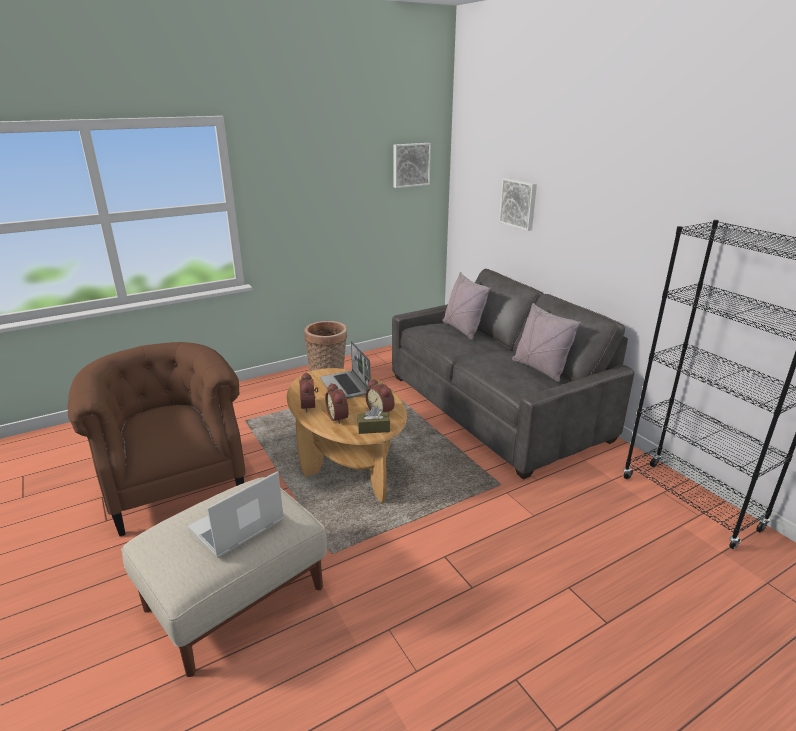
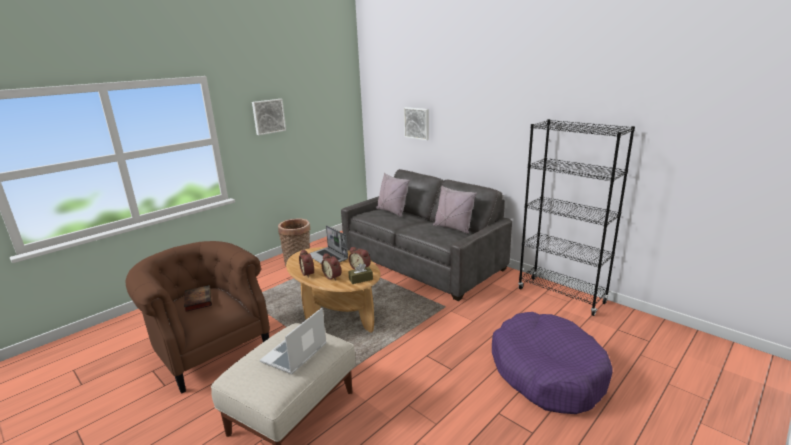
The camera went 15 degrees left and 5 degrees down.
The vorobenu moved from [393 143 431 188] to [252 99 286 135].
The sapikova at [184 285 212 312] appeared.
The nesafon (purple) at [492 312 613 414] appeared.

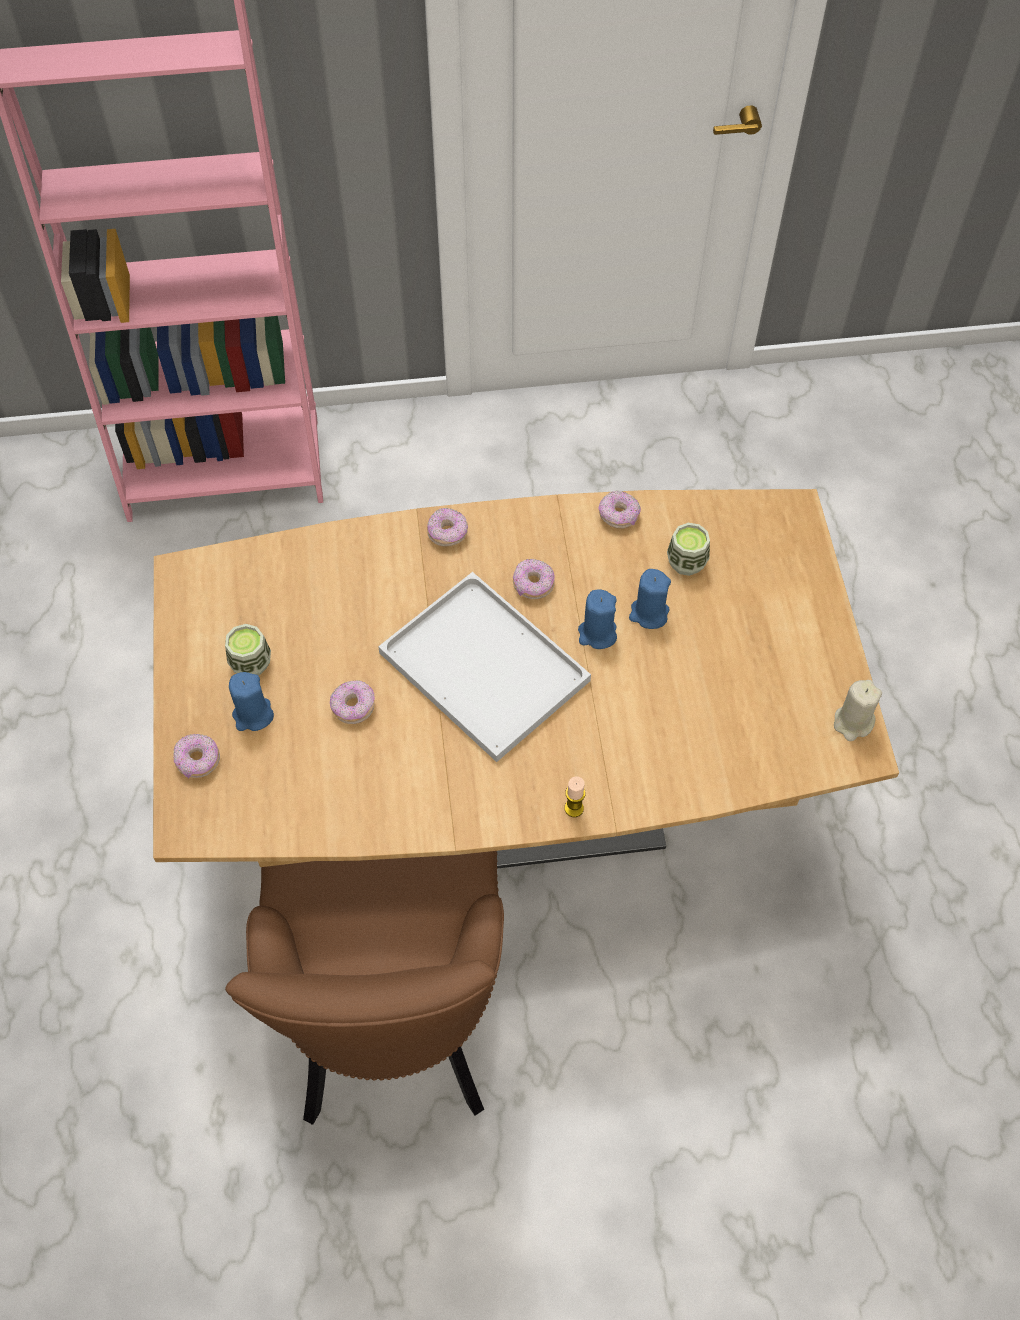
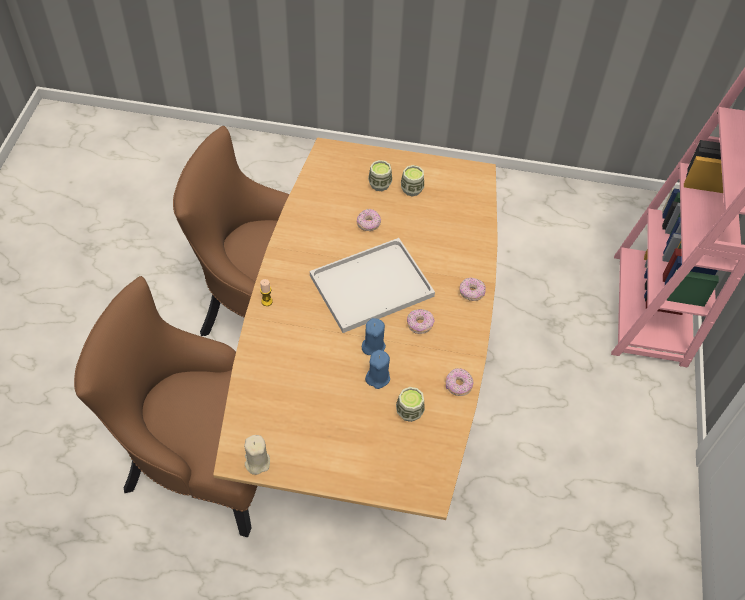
The camera went 105 degrees right and 5 degrees down.
The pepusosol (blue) at [229 672 274 731] was replaced by the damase at [368 160 392 191].
The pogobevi at [173 734 220 778] disappeared.
The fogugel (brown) at [74 276 257 537] appeared.

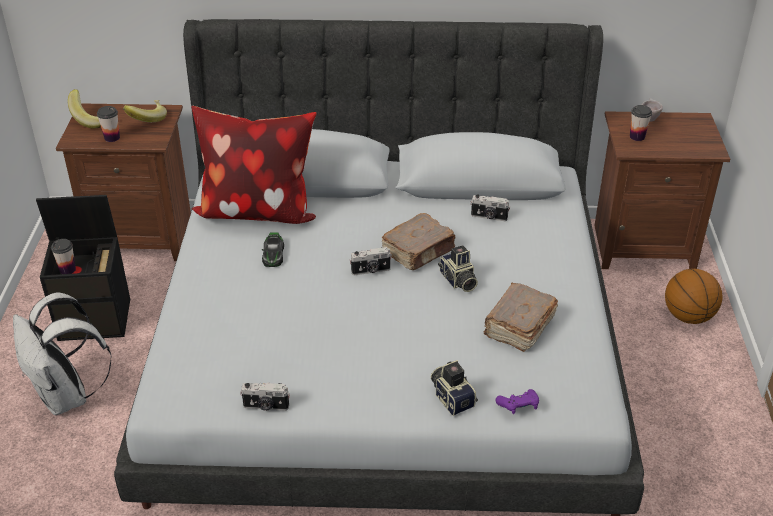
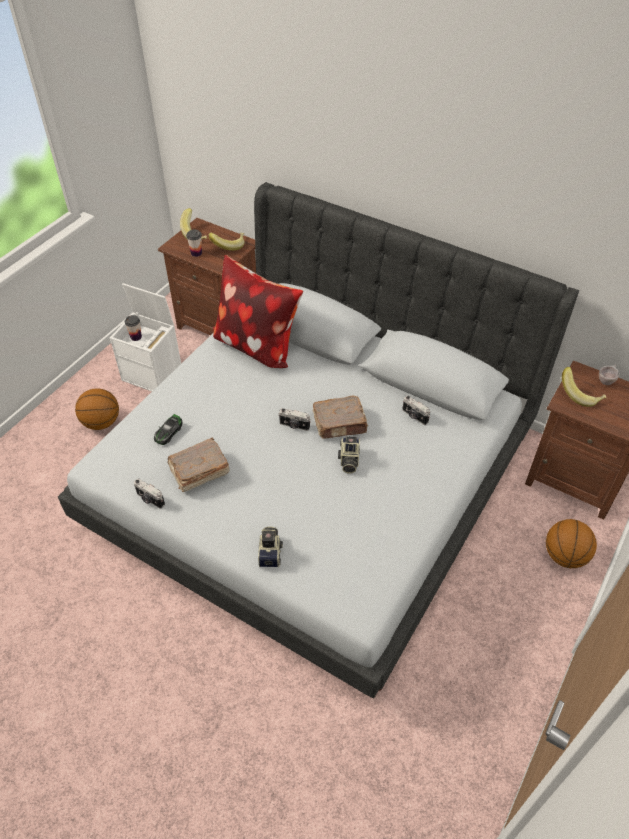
The camera went 30 degrees right and 10 degrees up.
The damase at [630 105 652 141] was replaced by the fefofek at [562 367 606 407].
The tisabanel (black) at [36 195 130 341] became the tisabanel (white) at [110 283 181 391].
The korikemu moved from [262 232 284 267] to [154 414 183 445].
The sapikova (brown) moved from [483 283 558 352] to [167 438 229 492].
The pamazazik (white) at [13 292 112 415] was replaced by the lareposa at [75 388 119 430].
The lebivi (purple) at [496 389 539 414] disappeared.

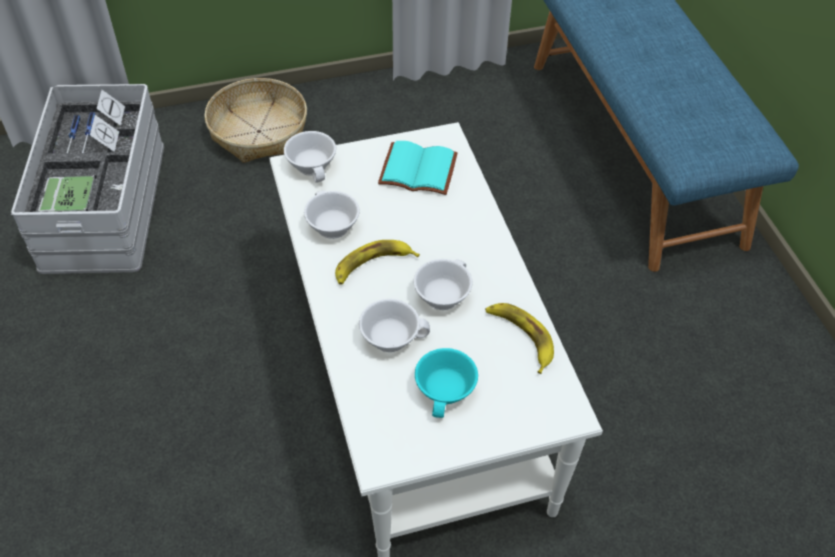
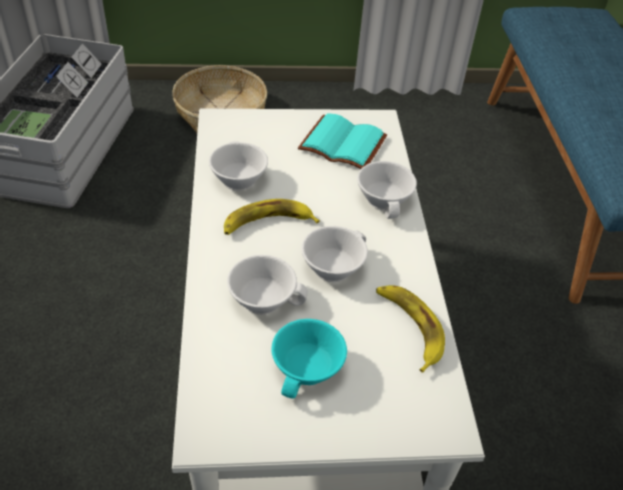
The camera went 10 degrees right and 5 degrees down.
The damase (white) moved from [284 131 336 183] to [357 161 417 219].

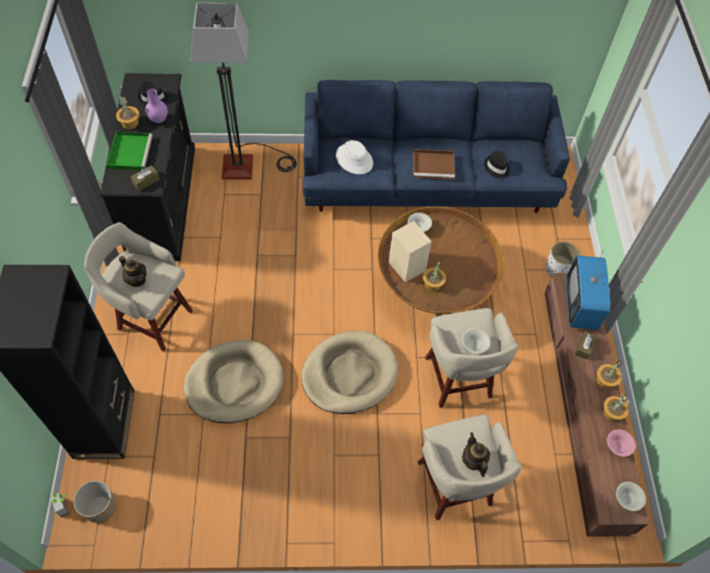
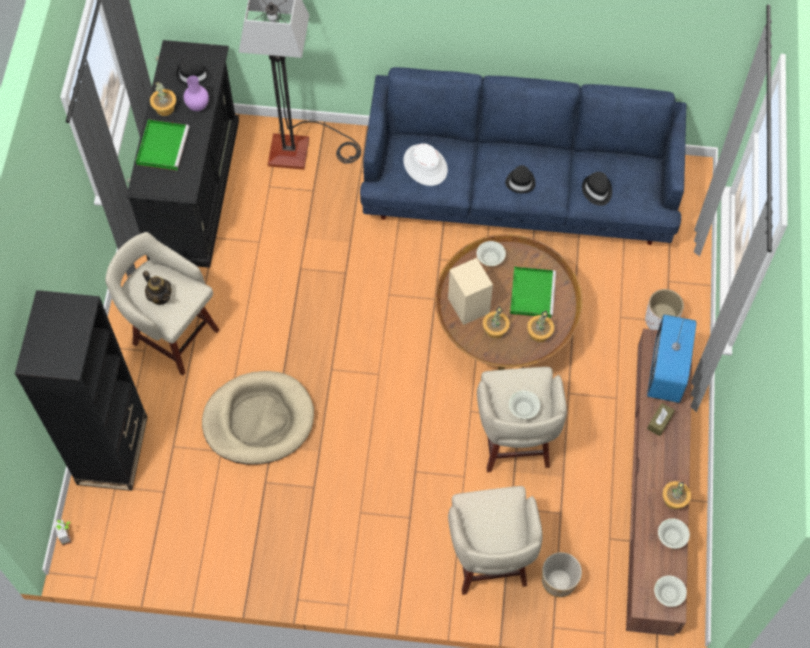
The camera went 10 degrees right and 5 degrees up.
The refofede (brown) at [413 149 455 180] was replaced by the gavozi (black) at [505 165 536 193].
The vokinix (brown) at [130 165 160 191] disappeared.
The nesafon (beige) at [301 331 398 414] disappeared.
The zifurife moved from [597 360 622 389] to [527 310 554 342].
The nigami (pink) at [607 429 636 457] became the nigami (white) at [658 518 690 549].
The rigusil at [462 432 490 477] disappeared.
The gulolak moved from [74 481 116 523] to [542 552 582 597].
The refofede (green) at [510 266 556 318] appeared.

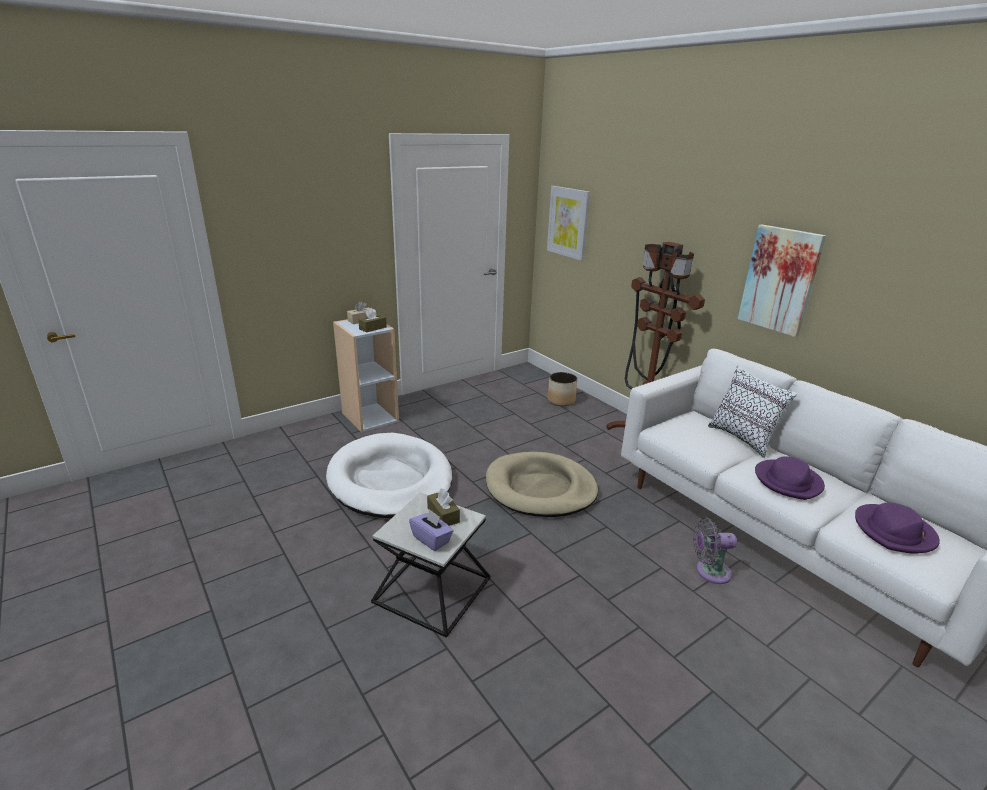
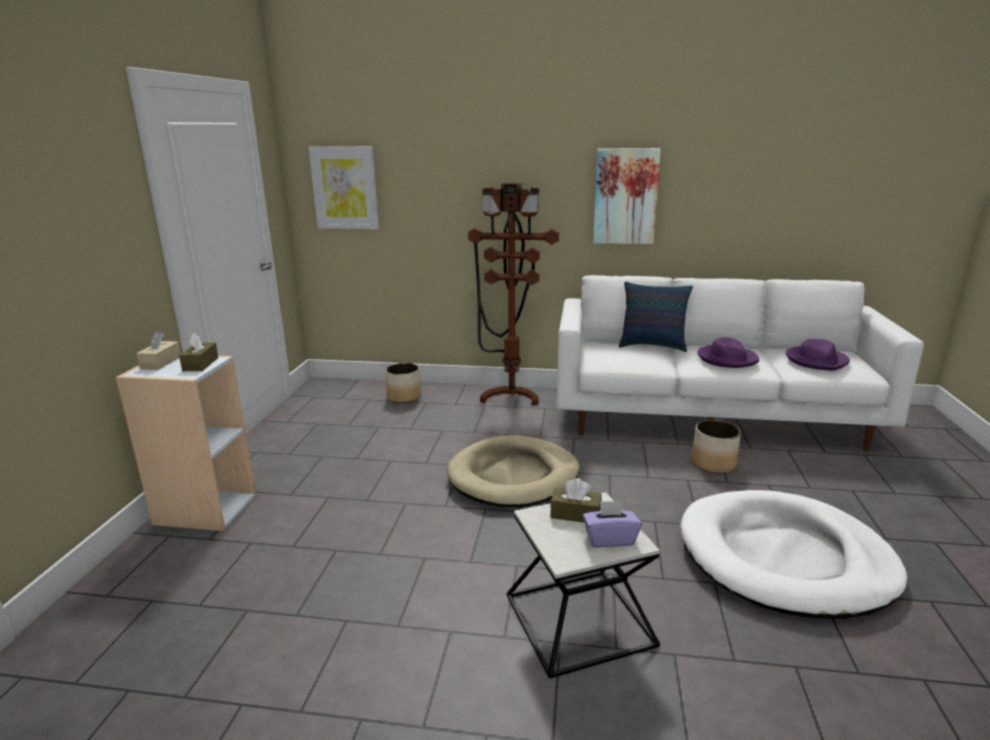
The camera went 45 degrees left and 5 degrees down.
The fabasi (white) at [708 366 797 458] became the fabasi (blue) at [619 281 693 352].
The nesafon (white) moved from [326 433 453 518] to [680 490 907 619].
The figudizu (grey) at [693 517 737 584] was replaced by the gulolak at [692 420 741 473].

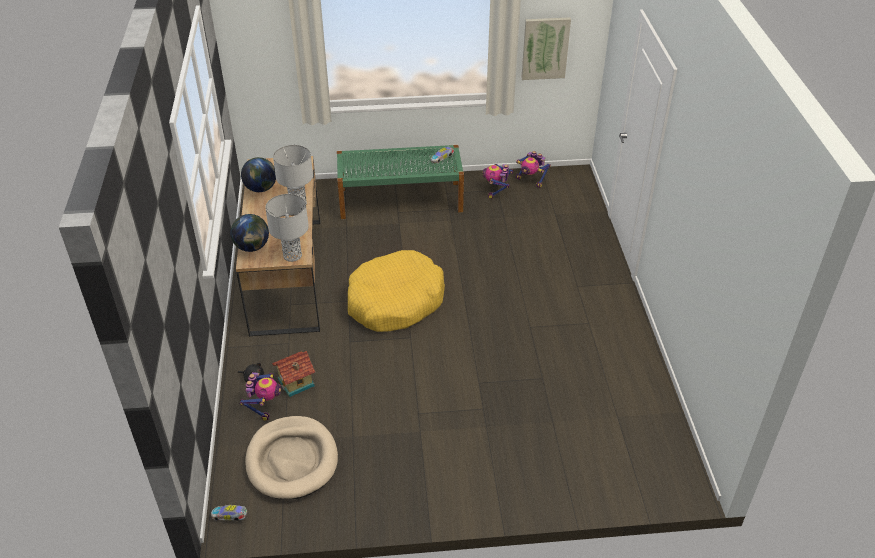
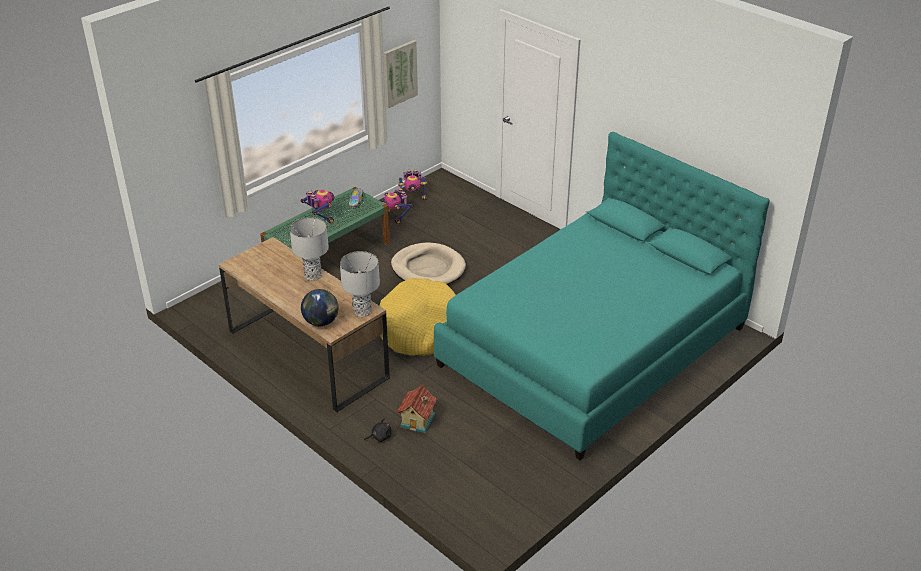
The camera went 40 degrees left and 5 degrees down.
The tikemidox at [241 157 276 192] disappeared.
The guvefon moved from [240 372 281 421] to [300 190 334 224].
The nesafon (beige) moved from [245 416 338 499] to [391 242 466 285].
The korikemu at [211 504 248 521] disappeared.
The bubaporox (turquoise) at [434 132 770 460] appeared.

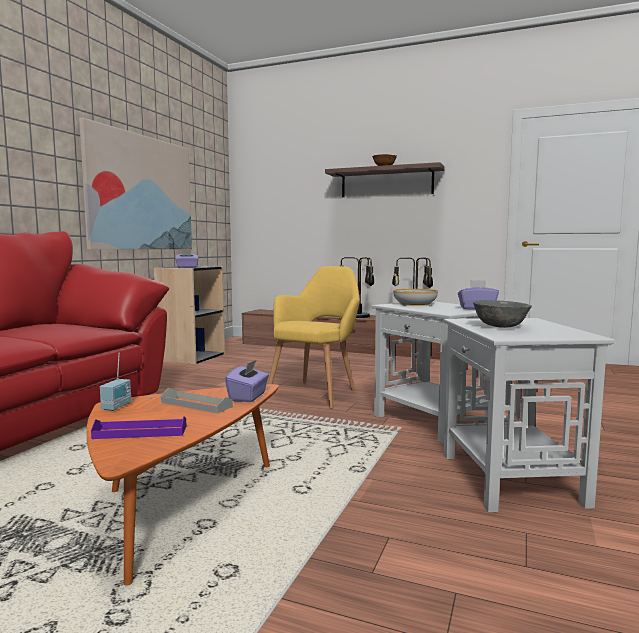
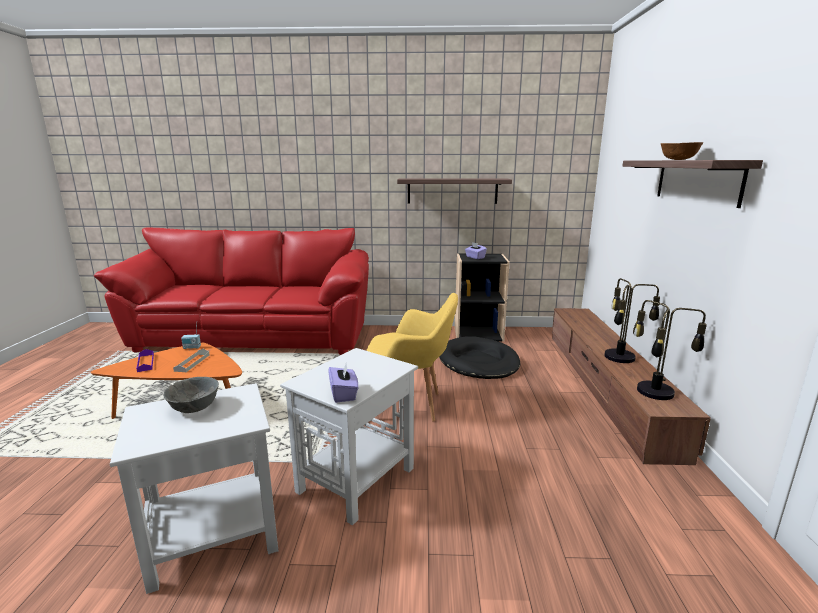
The camera went 70 degrees right and 10 degrees up.
The vorobenu at [79 118 192 249] was replaced by the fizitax at [397 178 512 204].
The nigami at [393 289 438 306] disappeared.
The vokinix (purple) at [225 359 269 402] disappeared.
The nesafon (black) at [439 336 520 379] appeared.

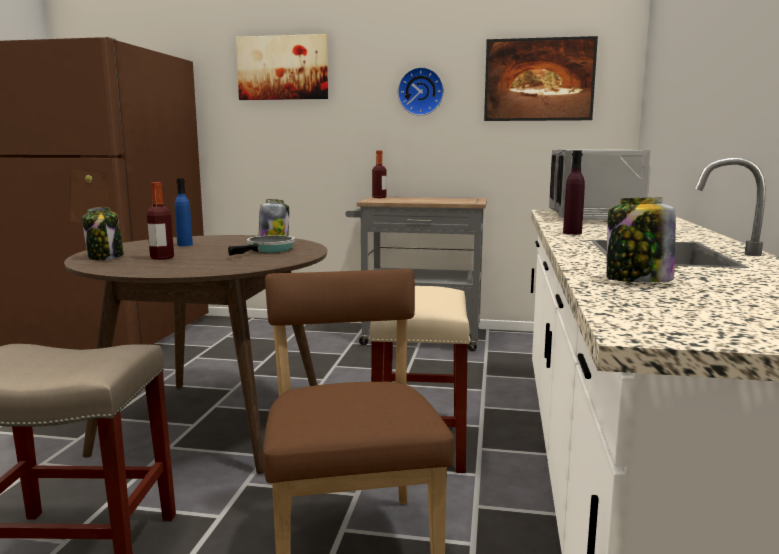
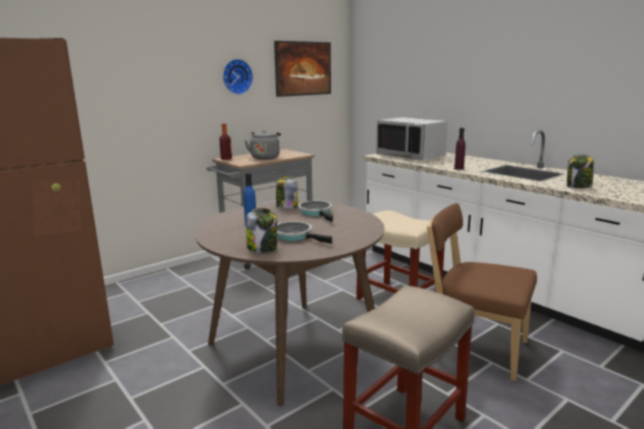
The camera went 50 degrees left and 5 degrees up.
The vorobenu at [236 34 328 100] disappeared.
The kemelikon at [147 182 174 260] was replaced by the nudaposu at [277 221 332 244].
The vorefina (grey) at [244 130 281 160] appeared.

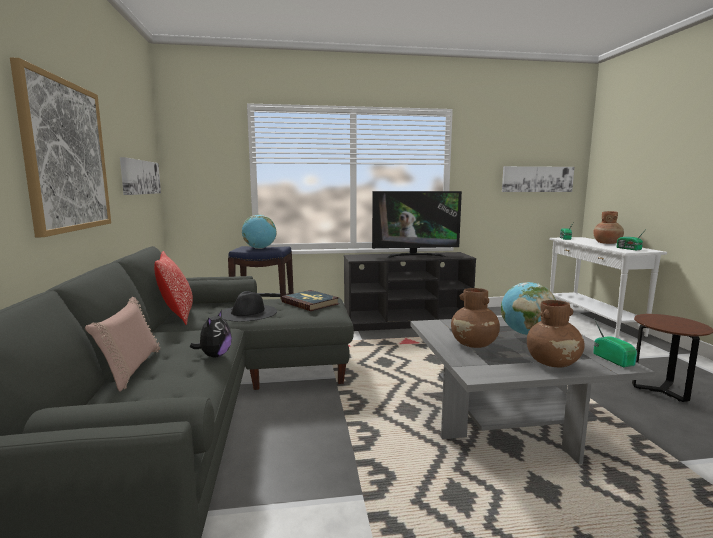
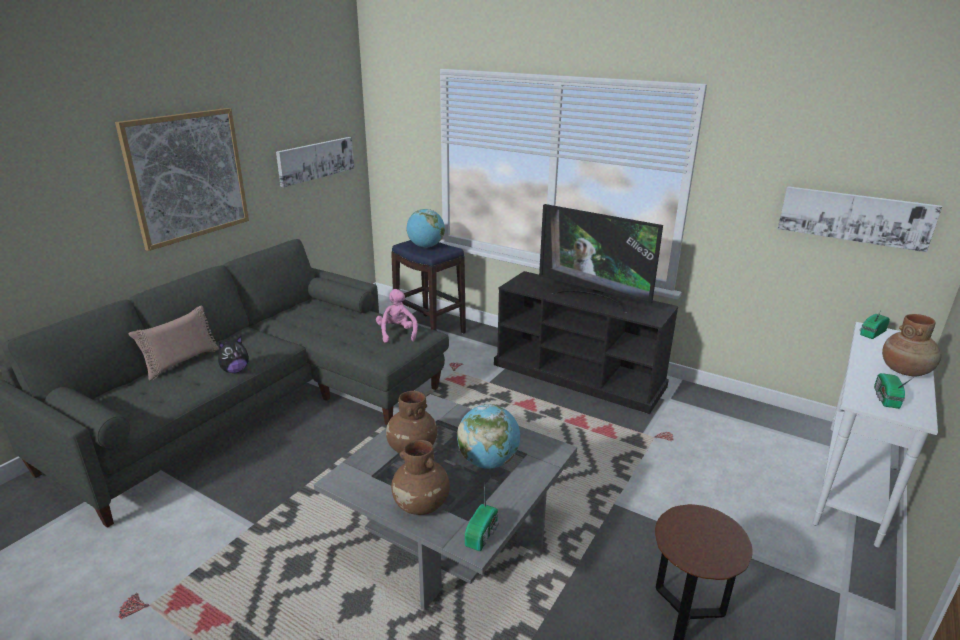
The camera went 40 degrees right and 15 degrees up.
The fabasi at [154 251 193 325] disappeared.
The sapikova at [281 290 339 311] was replaced by the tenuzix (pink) at [376 289 418 343].
The gavozi (black) at [218 291 277 322] disappeared.

